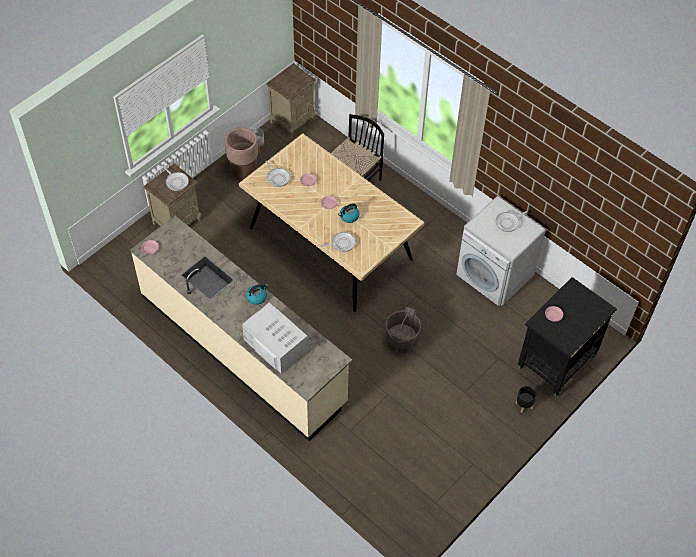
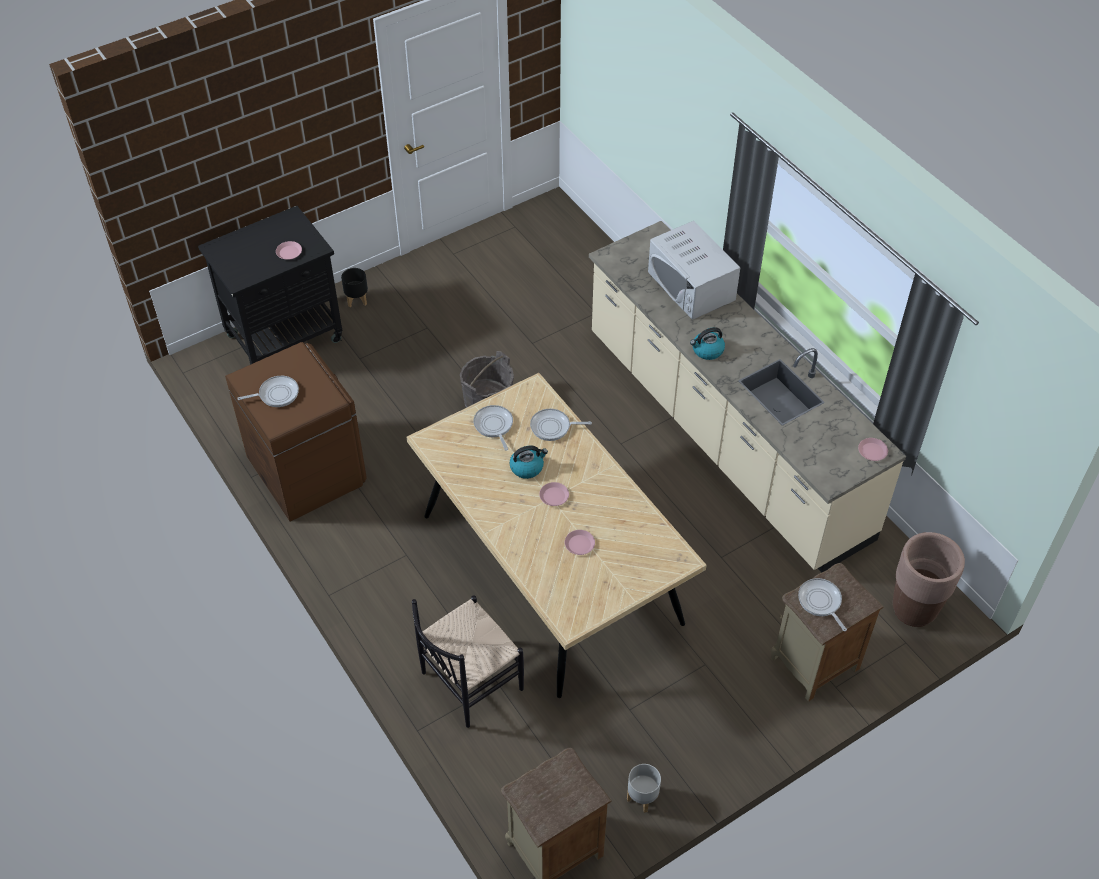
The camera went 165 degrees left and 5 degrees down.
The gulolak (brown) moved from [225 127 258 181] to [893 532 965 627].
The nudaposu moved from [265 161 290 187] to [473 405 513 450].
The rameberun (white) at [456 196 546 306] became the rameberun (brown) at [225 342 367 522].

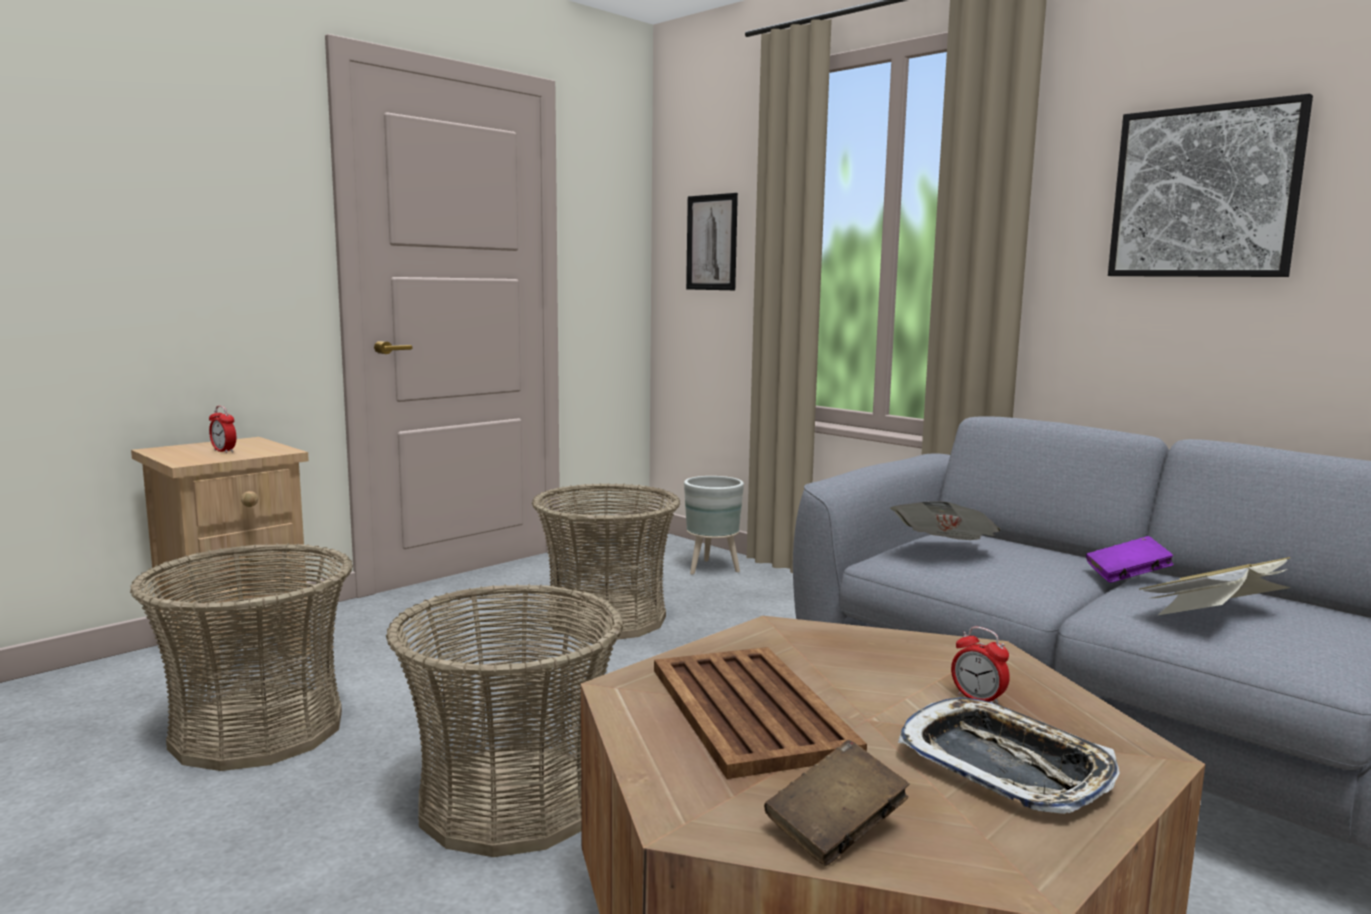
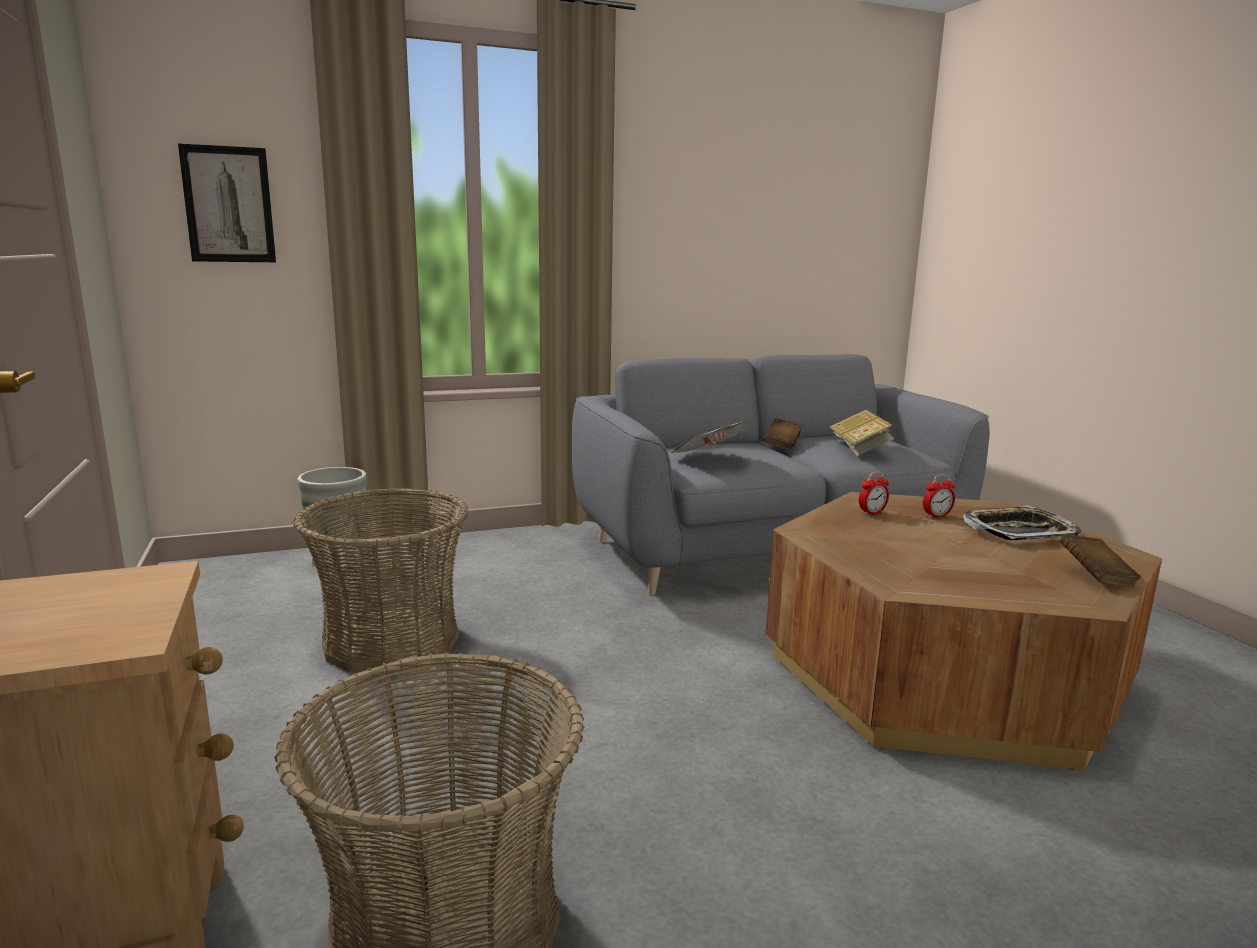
The camera went 65 degrees left and 5 degrees up.
The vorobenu at [1108 94 1313 277] disappeared.
The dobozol moved from [209 406 236 453] to [859 471 889 516].
The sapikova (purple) at [1086 536 1174 583] became the sapikova (brown) at [764 419 803 450].
The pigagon at [386 583 624 857] disappeared.
The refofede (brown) at [654 647 867 779] disappeared.

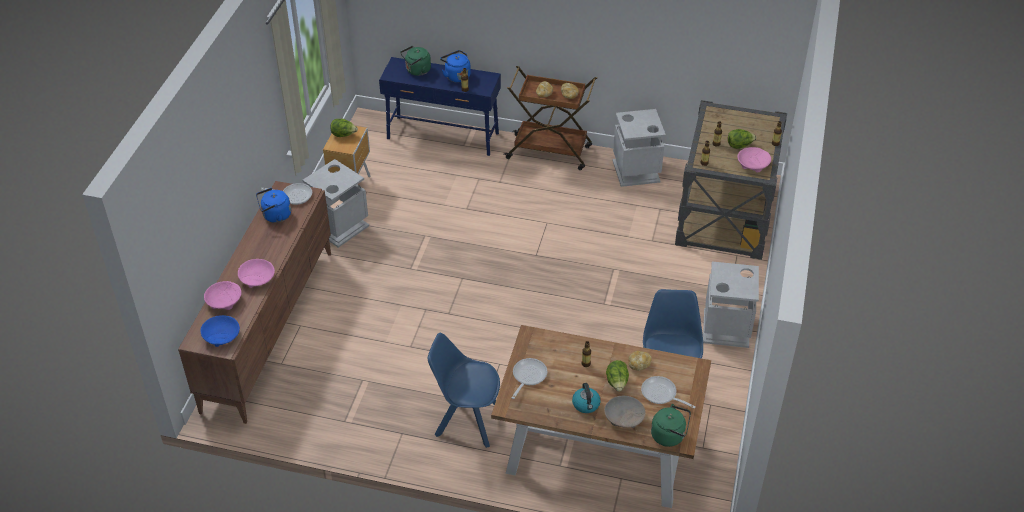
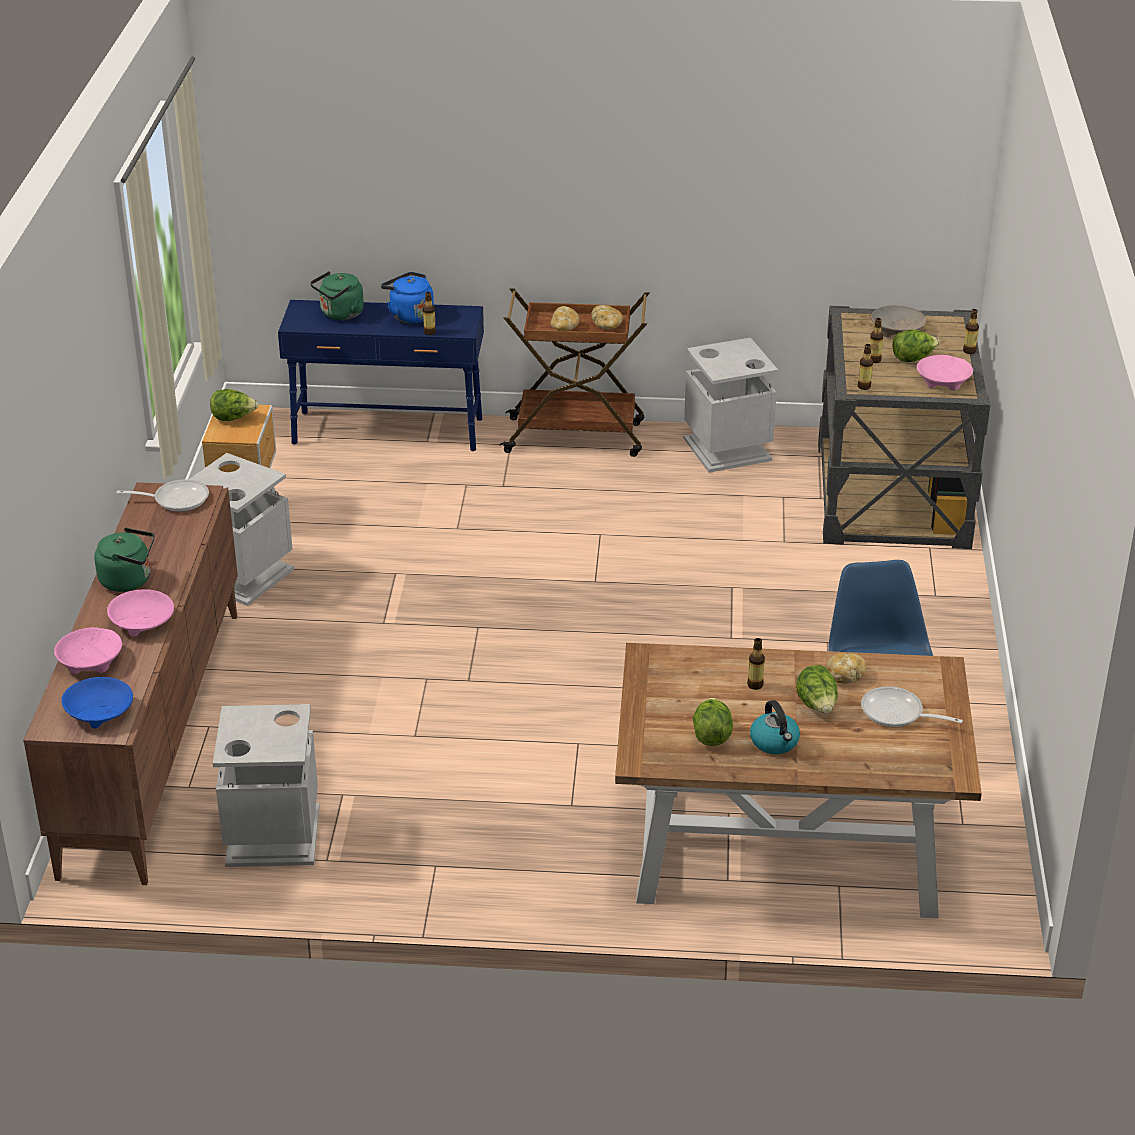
The camera went 10 degrees left and 10 degrees down.
The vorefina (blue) at [256 188 291 223] disappeared.
The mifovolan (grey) moved from [703 262 759 348] to [213 704 320 867].
The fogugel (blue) at [428 333 500 448] disappeared.
The nudaposu at [512 358 547 399] disappeared.
The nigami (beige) moved from [604 396 646 428] to [871 305 926 338].
The vorefina (green) moved from [651 404 691 447] to [94 528 155 592].
The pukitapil at [693 697 733 746] appeared.

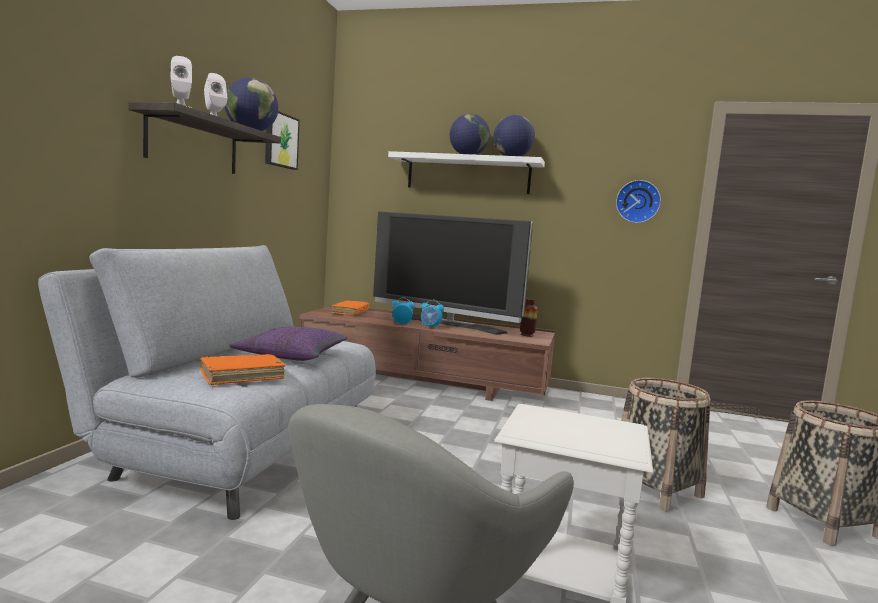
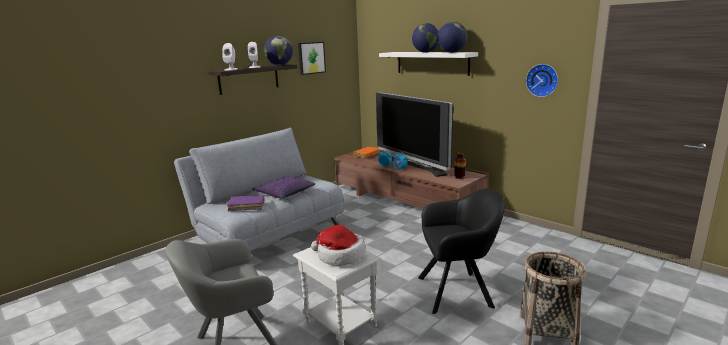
The camera went 30 degrees right and 10 degrees up.
The sapikova (orange) at [200 354 285 385] became the sapikova (purple) at [227 195 264 211].
The pigagon at [621 378 711 512] was replaced by the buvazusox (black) at [418 189 505 314].
The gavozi at [311 225 366 266] appeared.

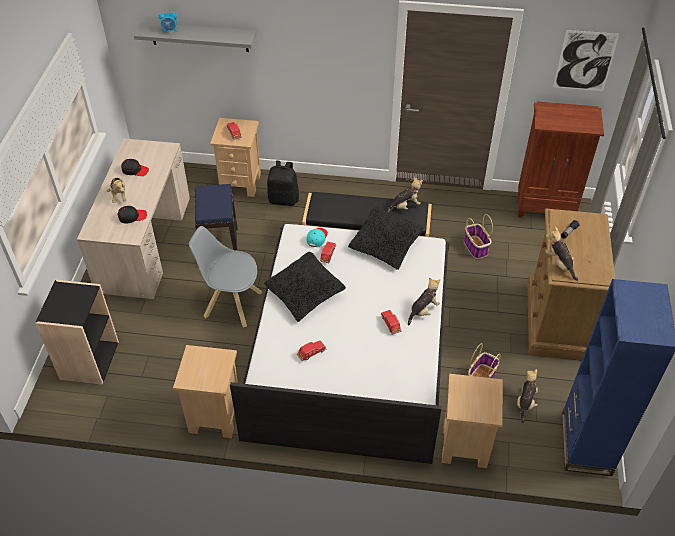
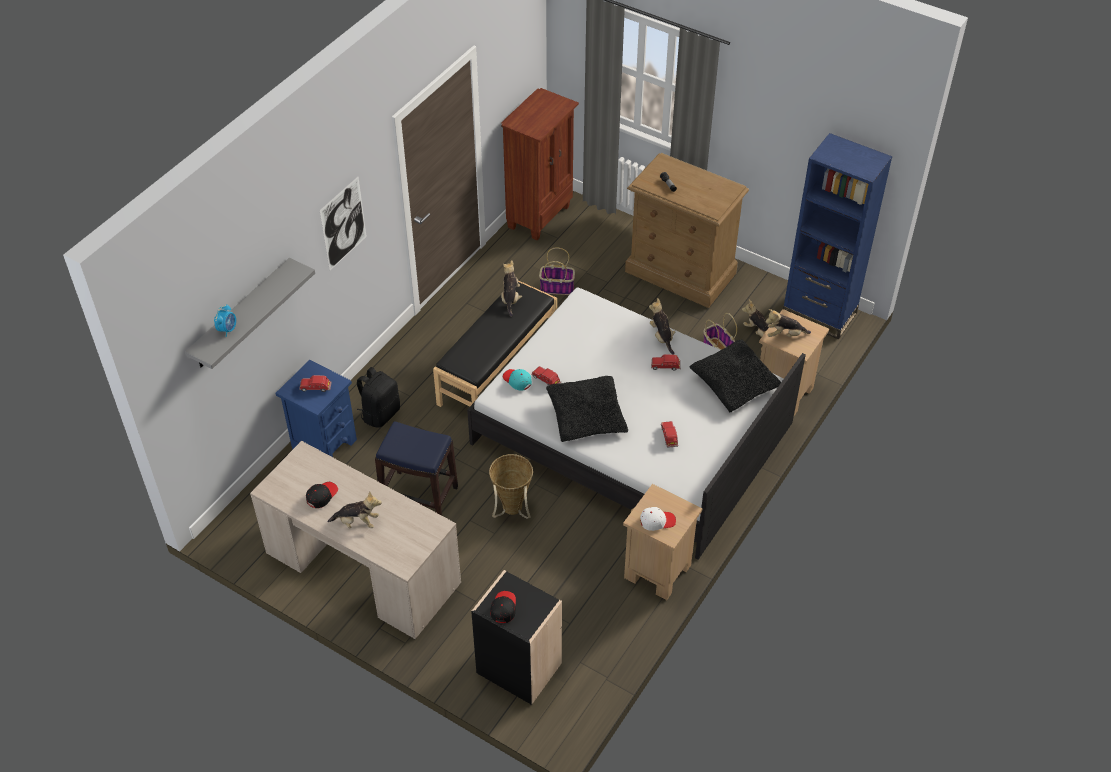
The camera went 65 degrees left and 0 degrees up.
The vorobenu moved from [553 30 619 91] to [319 177 367 271].
The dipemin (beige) at [210 118 261 197] became the dipemin (blue) at [275 360 357 457].
The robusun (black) moved from [118 206 147 223] to [490 591 516 623].
The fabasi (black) moved from [348 207 424 270] to [690 339 781 412].
The fogugel (grey) at [189 226 262 328] was replaced by the pigagon at [489 454 533 519].
The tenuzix moved from [545 227 578 281] to [765 309 811 337].
The robusun (white) at [640 507 676 531] appeared.

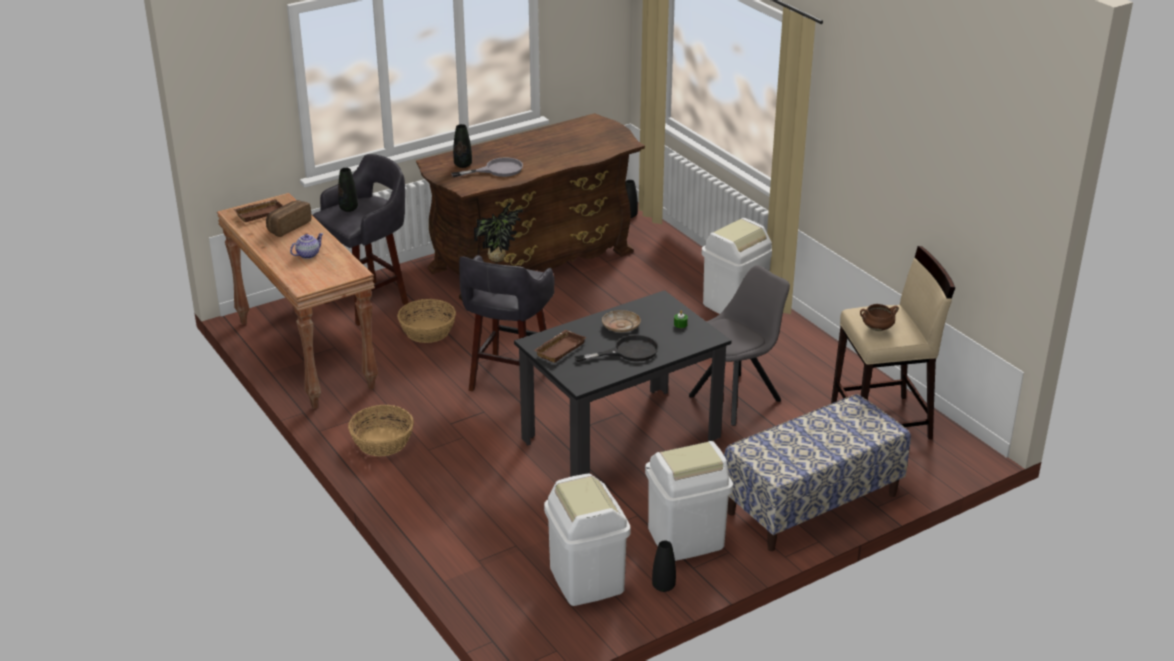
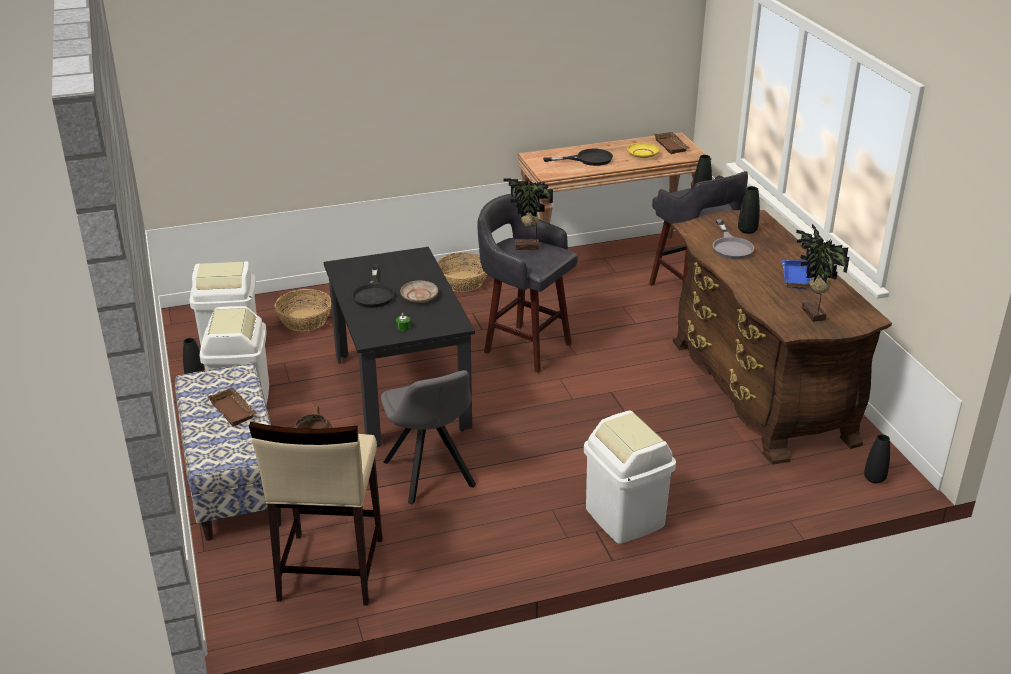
The camera went 105 degrees right and 0 degrees up.
The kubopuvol at [266 200 312 237] was replaced by the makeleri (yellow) at [627 143 659 158].
The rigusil at [290 233 323 259] was replaced by the nudaposu (black) at [543 149 613 166].
The pigagon moved from [397 299 456 343] to [275 289 331 331].
The refofede (brown) moved from [534 330 586 363] to [207 387 257 427].
The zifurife at [796 224 850 322] appeared.
The refofede (blue) at [782 260 811 289] appeared.

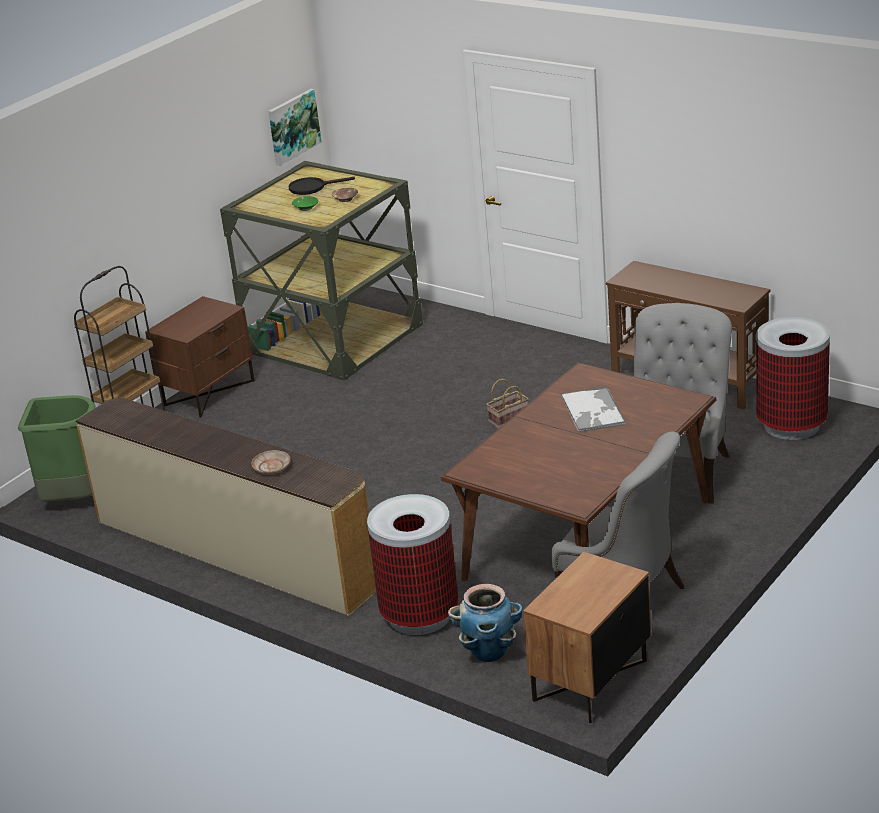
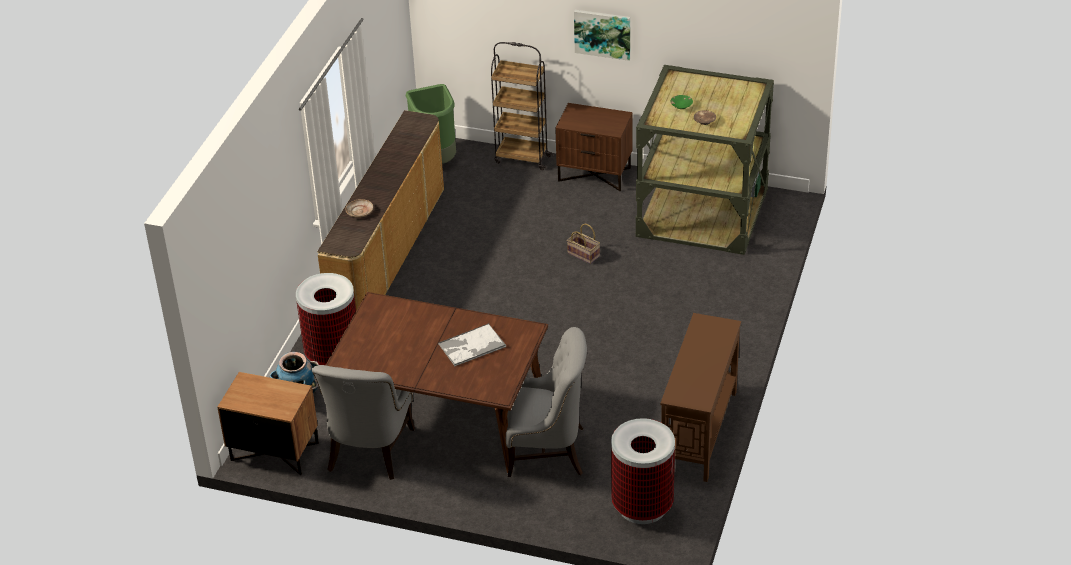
The camera went 70 degrees right and 10 degrees up.
The vorobenu moved from [268 89 322 166] to [574 10 630 61].
The nudaposu (black) at [289 177 355 195] disappeared.
The pigagon moved from [486 379 529 429] to [567 224 600 264].

